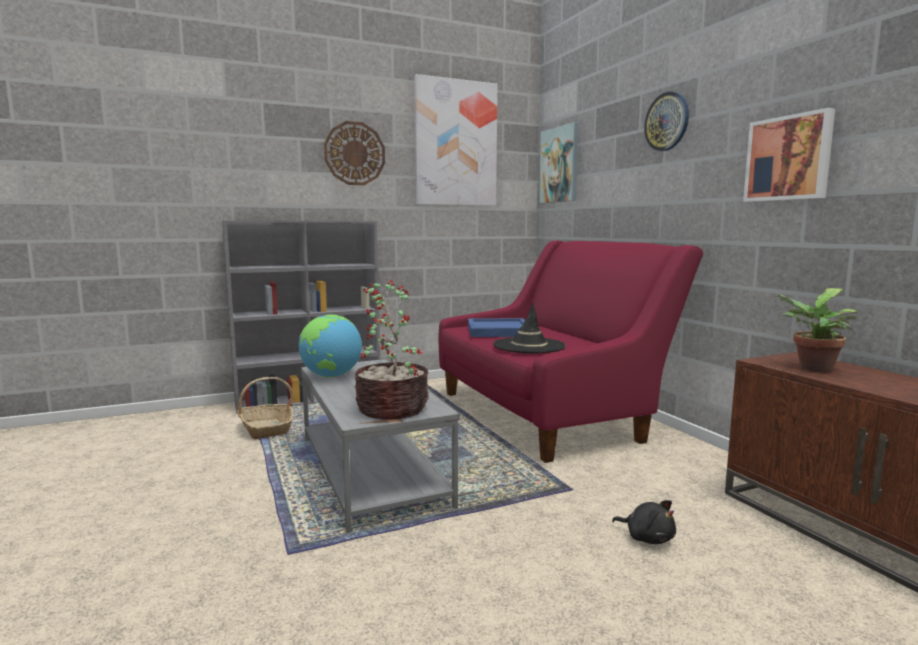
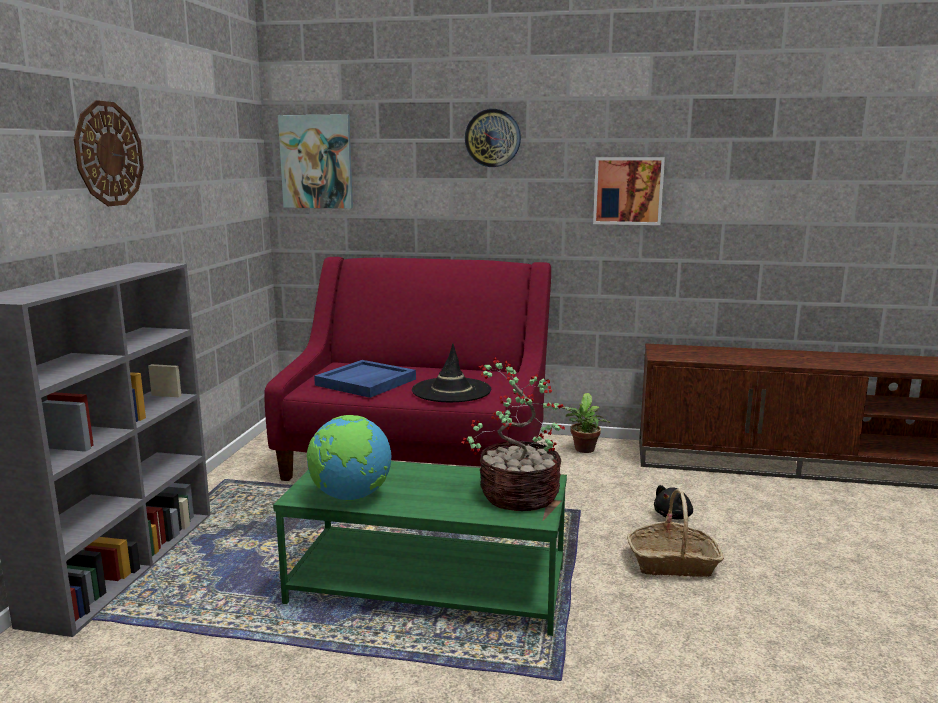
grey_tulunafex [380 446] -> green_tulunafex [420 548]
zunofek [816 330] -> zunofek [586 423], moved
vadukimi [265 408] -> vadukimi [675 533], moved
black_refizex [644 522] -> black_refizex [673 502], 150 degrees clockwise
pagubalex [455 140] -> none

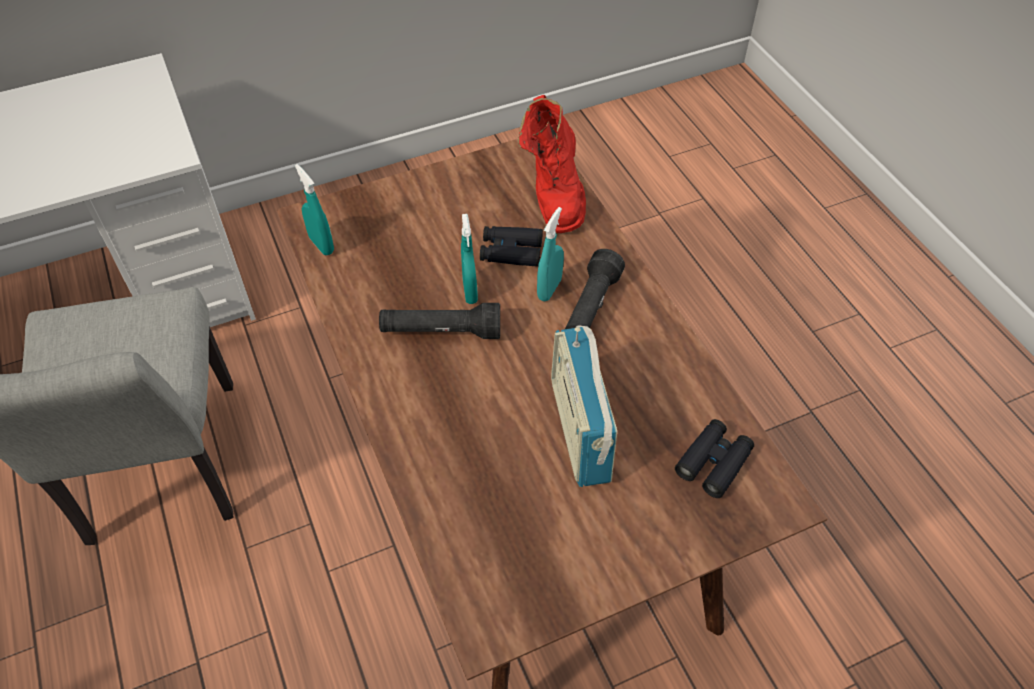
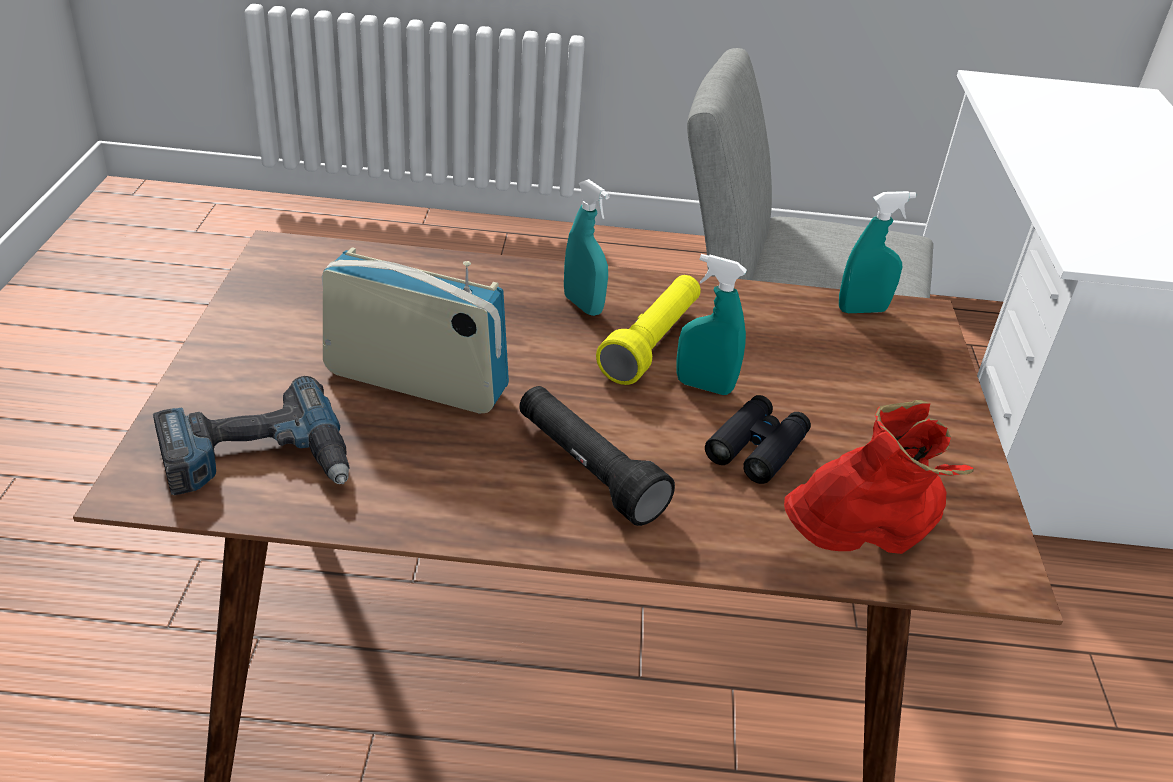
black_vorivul [714 458] -> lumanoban [251 435]
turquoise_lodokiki [550 254] -> turquoise_lodokiki [587 247], moved
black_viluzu [439 321] -> yellow_viluzu [648 330]
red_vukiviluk [552 164] -> red_vukiviluk [878 477], 120 degrees clockwise

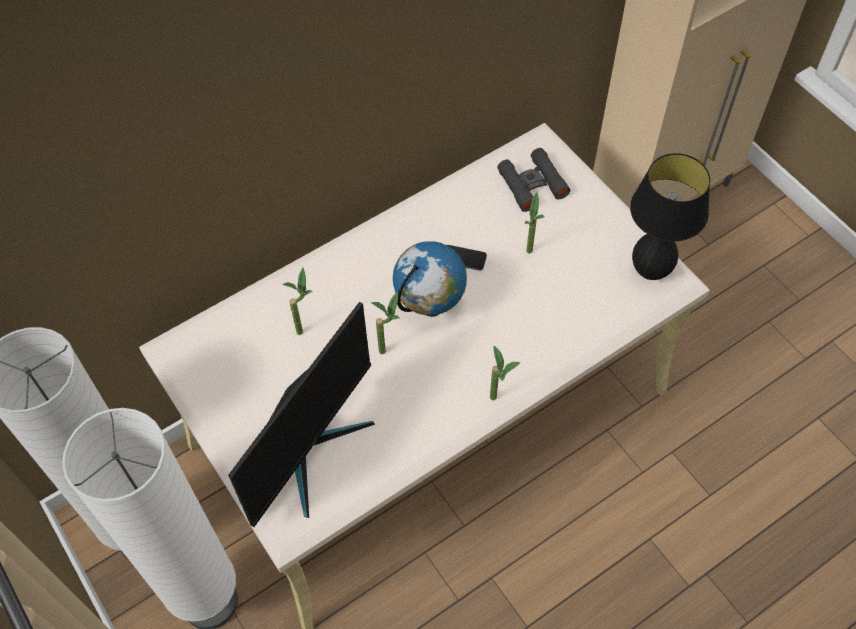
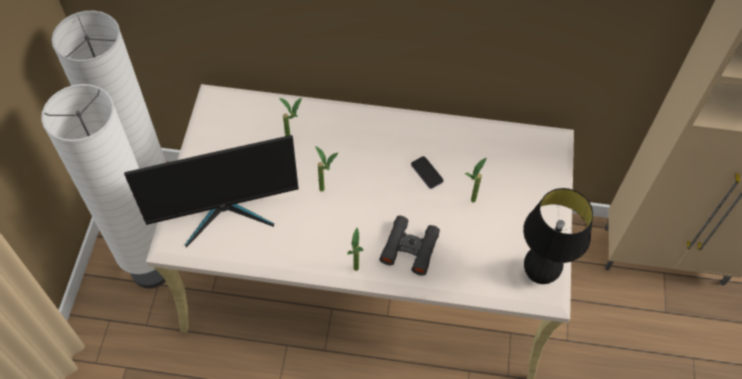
black_vorivul [533 180] -> black_vorivul [409 246], moved
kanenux [430 279] -> none

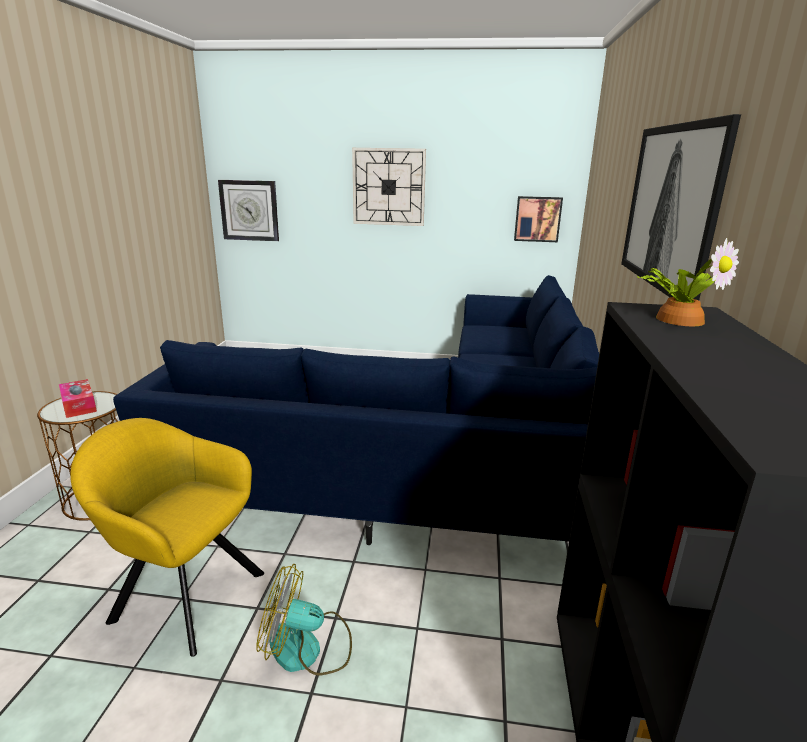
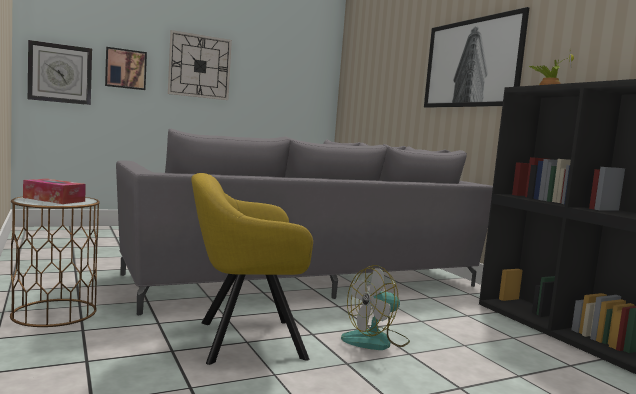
pagubalex [538 219] -> pagubalex [126 68], moved
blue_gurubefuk [356 410] -> grey_gurubefuk [304 222]

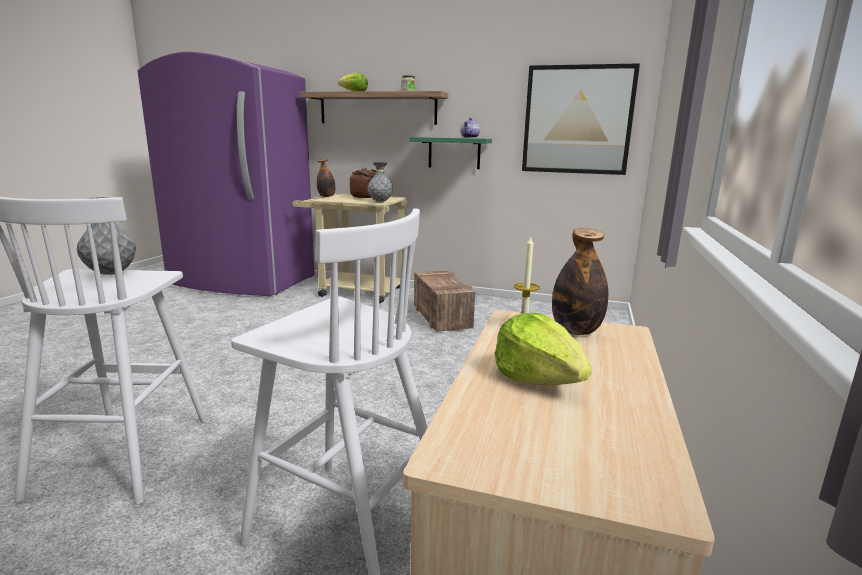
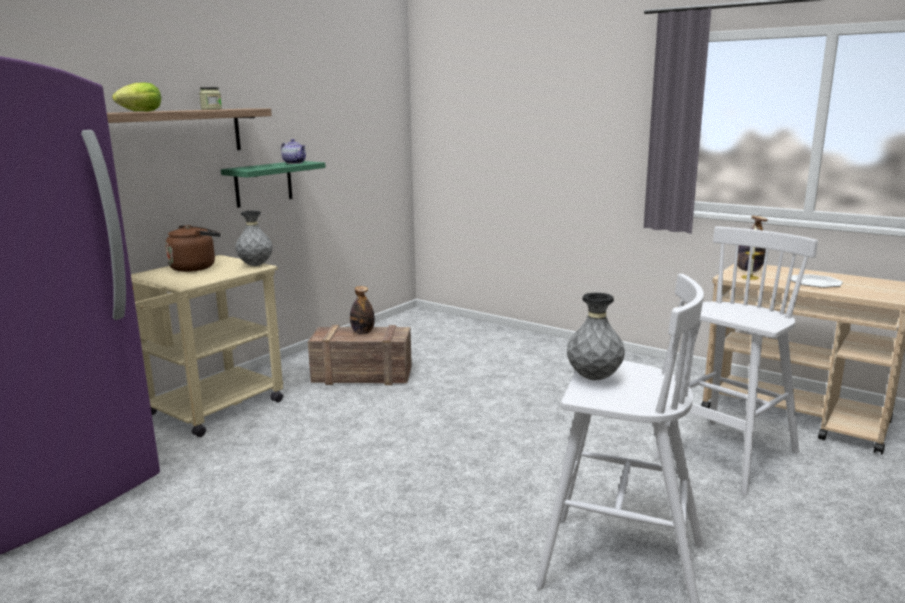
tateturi [326 178] -> tateturi [362 310], moved
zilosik [543 349] -> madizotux [817 281]
pagubalex [581 119] -> none

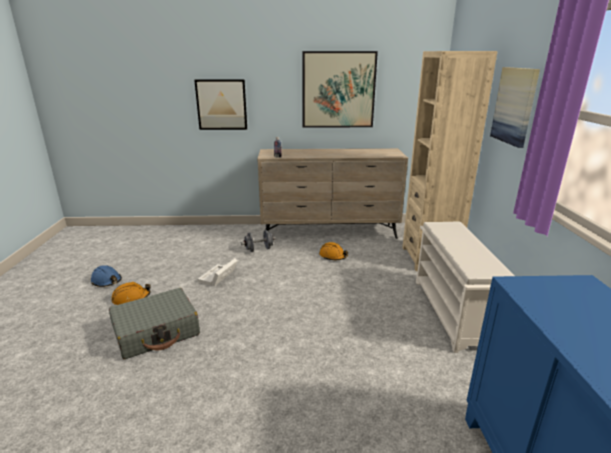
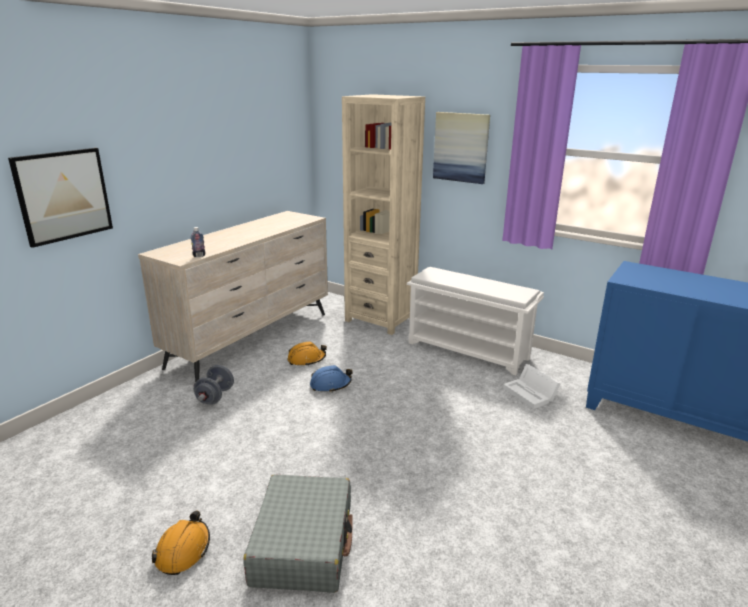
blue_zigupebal [106 276] -> blue_zigupebal [331 379], moved
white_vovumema [218 272] -> white_vovumema [532 386], moved
pagubalex [340 89] -> none

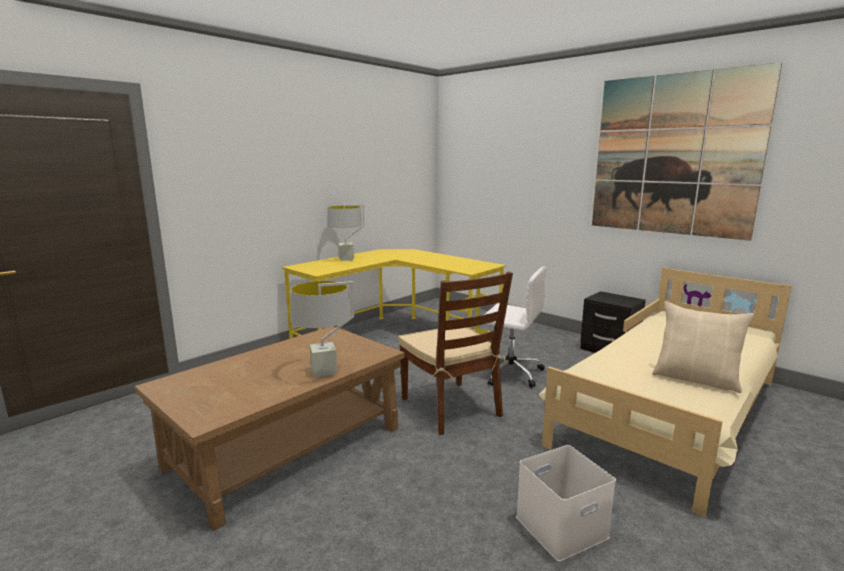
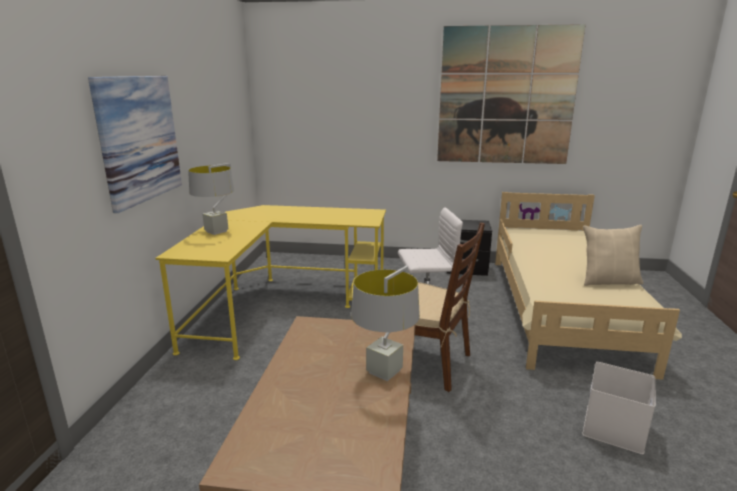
none -> pagubalex [135 144]

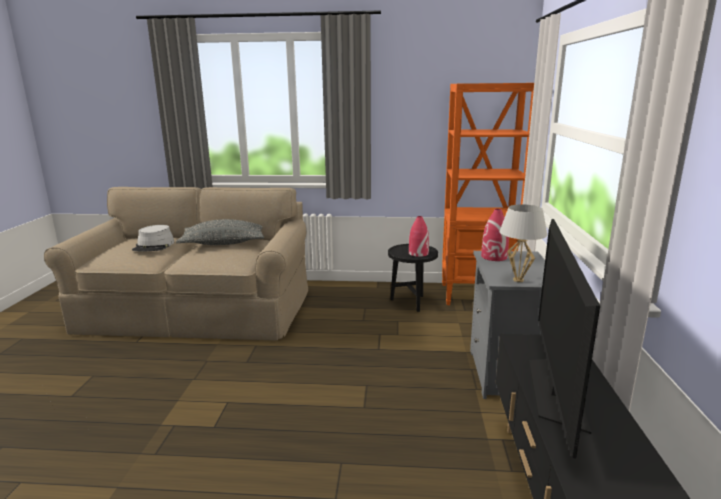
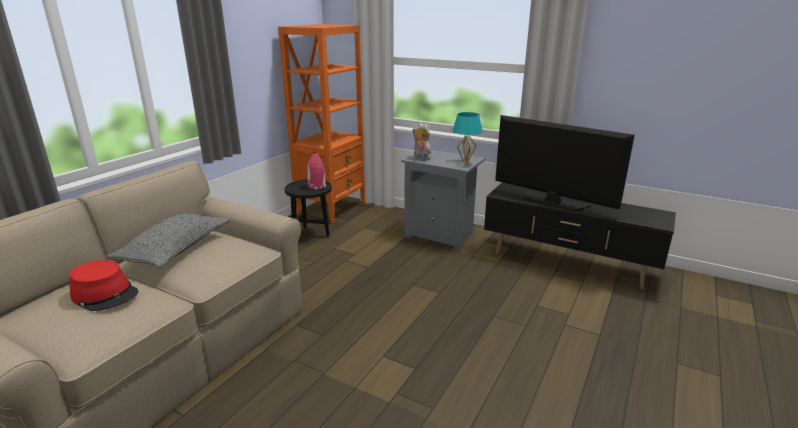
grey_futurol [153 238] -> red_futurol [103 285]
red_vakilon [495 235] -> refizex [421 141]
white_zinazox [523 243] -> turquoise_zinazox [467 138]

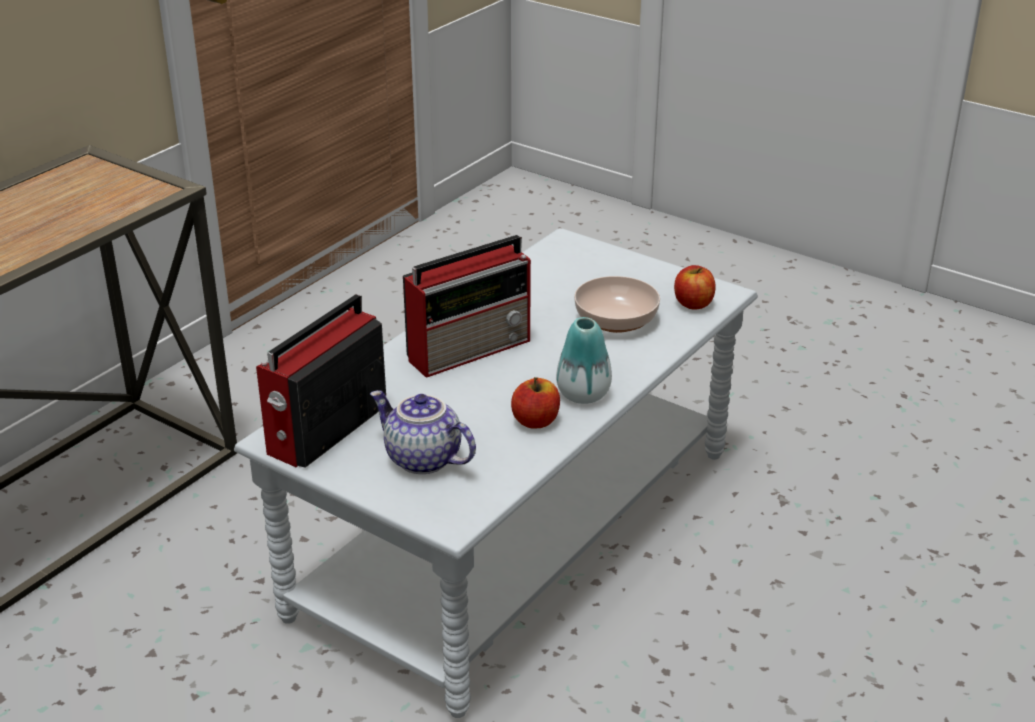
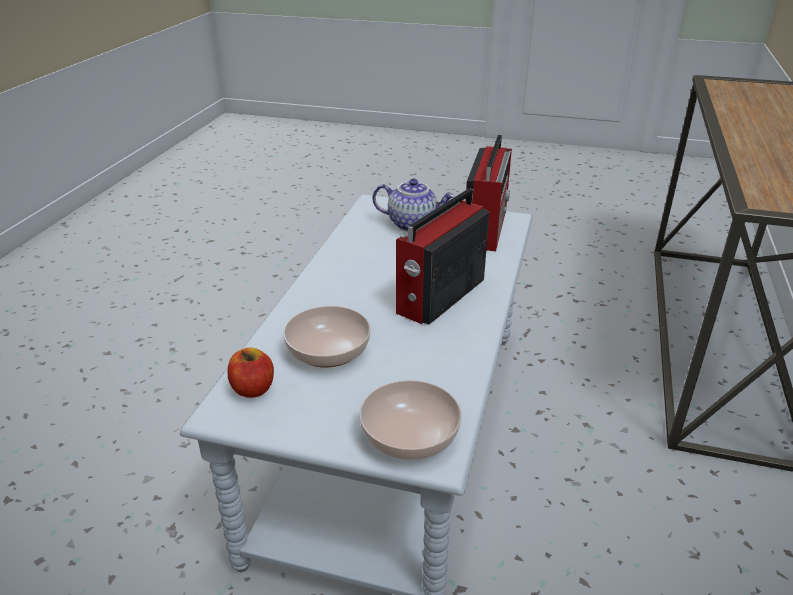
none -> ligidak [410 420]
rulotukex [535 402] -> none
vakilon [584 360] -> none

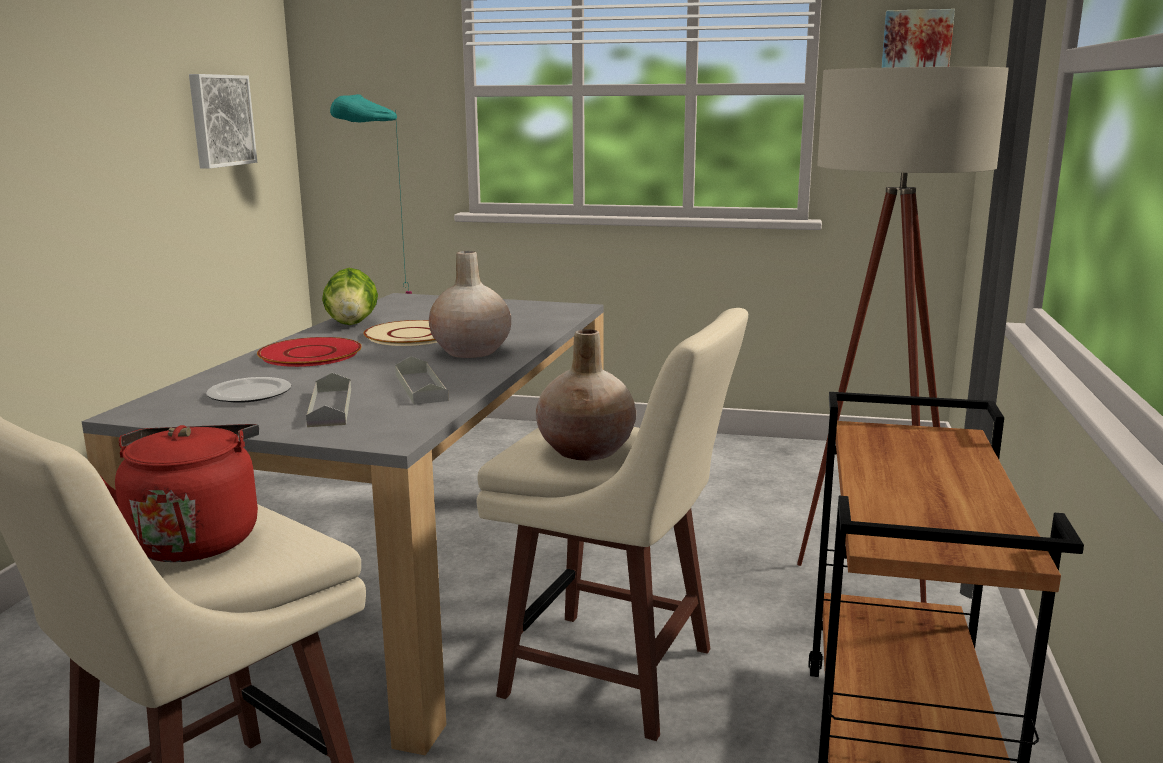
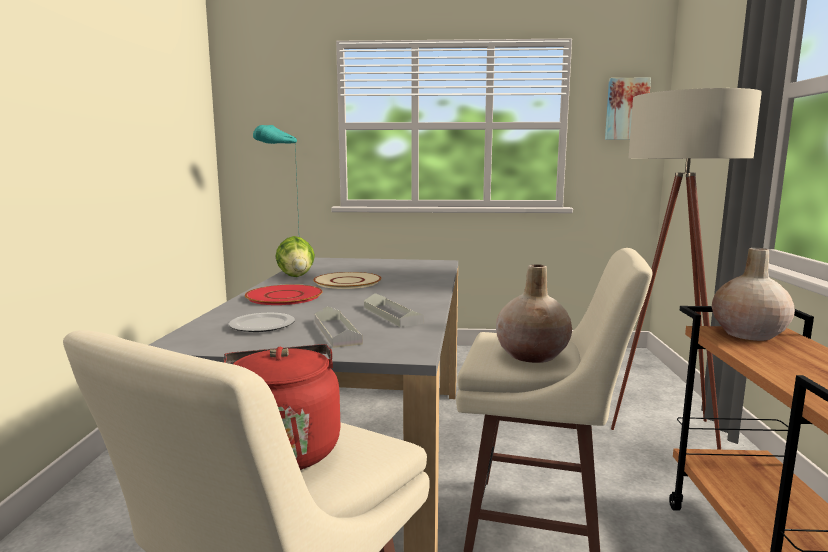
beige_vakilon [470 304] -> beige_vakilon [753 294], moved
pagubalex [223 121] -> none

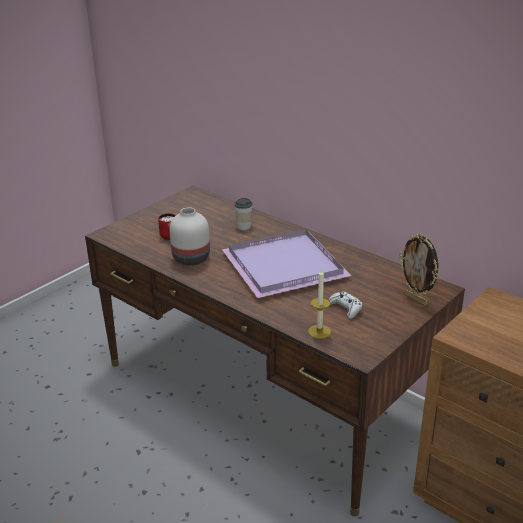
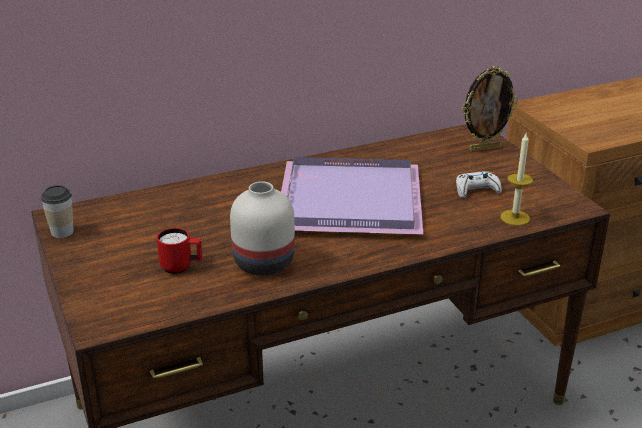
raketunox [243 214] -> raketunox [57 211], moved

